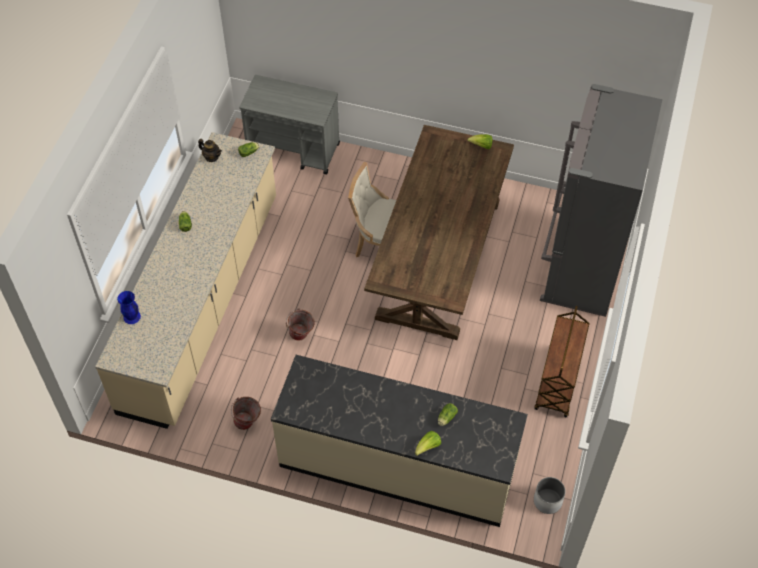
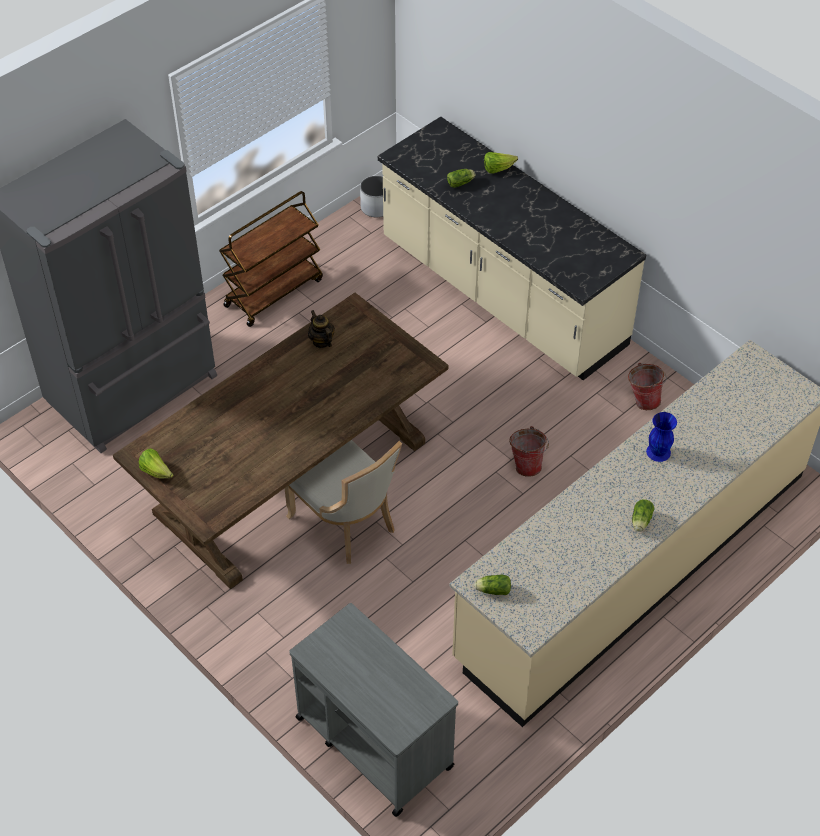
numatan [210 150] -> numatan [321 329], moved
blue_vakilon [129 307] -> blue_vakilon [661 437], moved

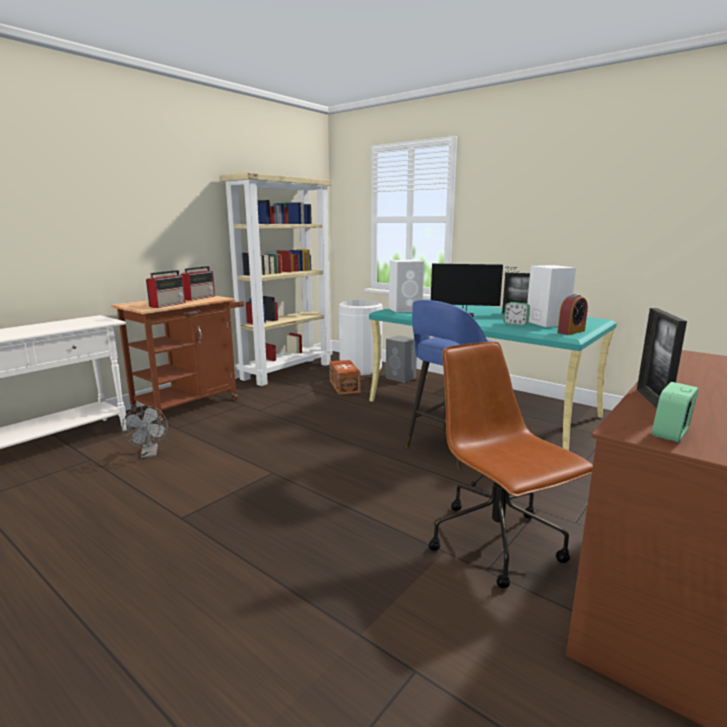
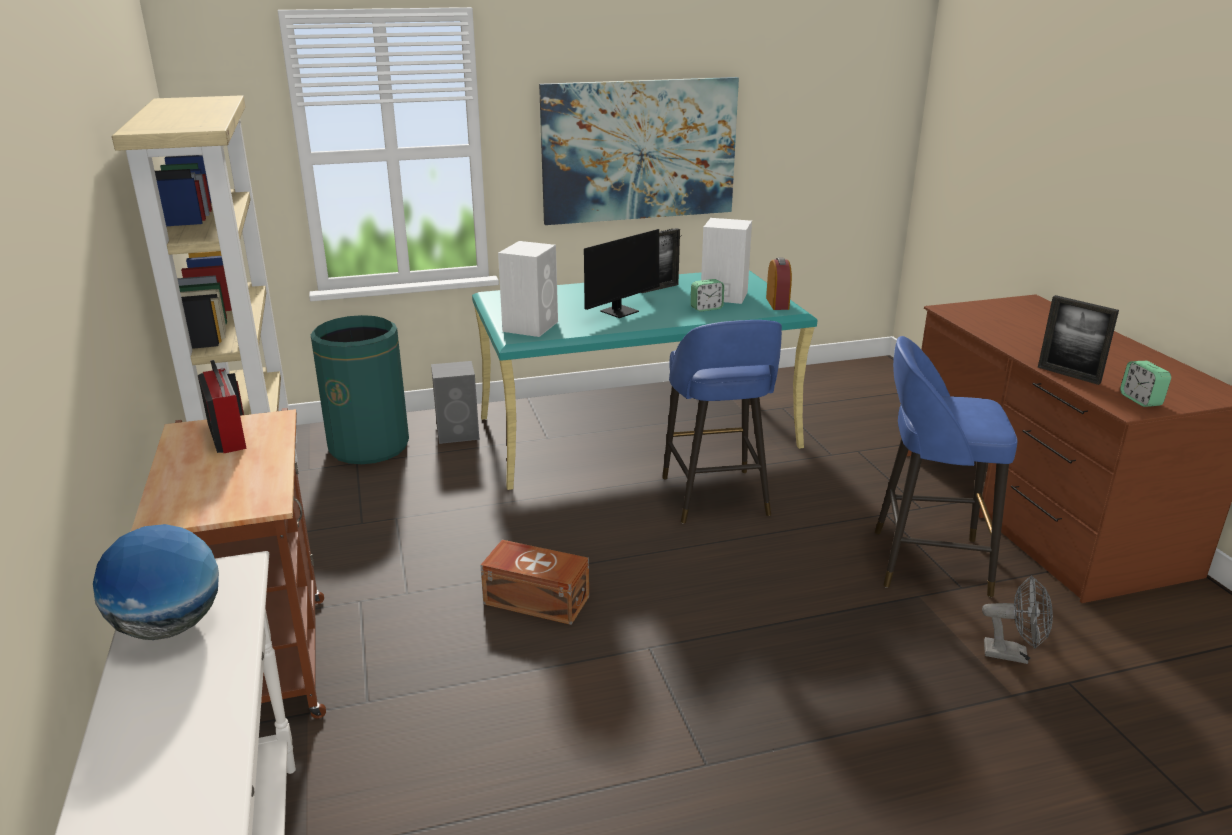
none -> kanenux [156 582]
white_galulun [361 337] -> green_galulun [360 389]
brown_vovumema [345 377] -> brown_vovumema [534 582], moved
none -> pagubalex [639 151]
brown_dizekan [511 465] -> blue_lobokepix [946 466]
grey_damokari [145 432] -> grey_damokari [1017 620], moved
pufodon [166 289] -> none

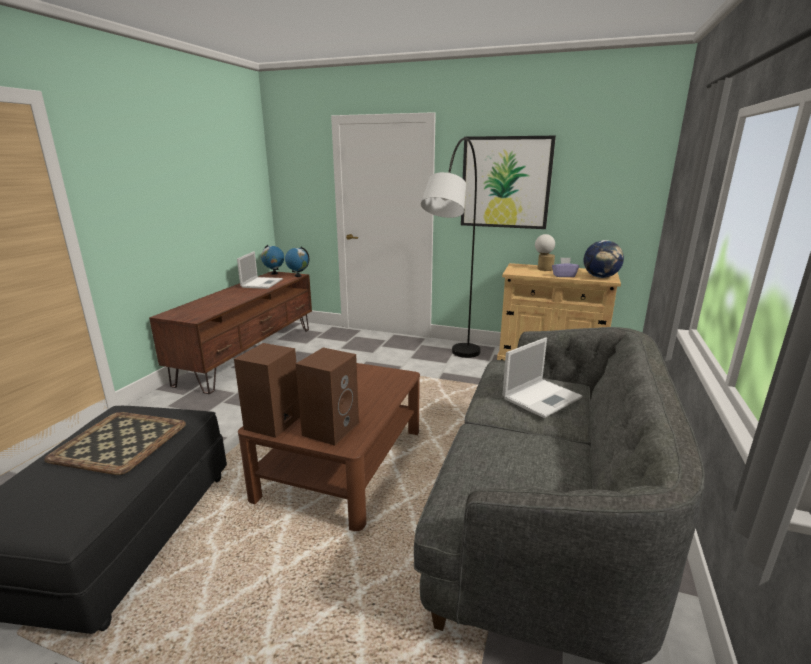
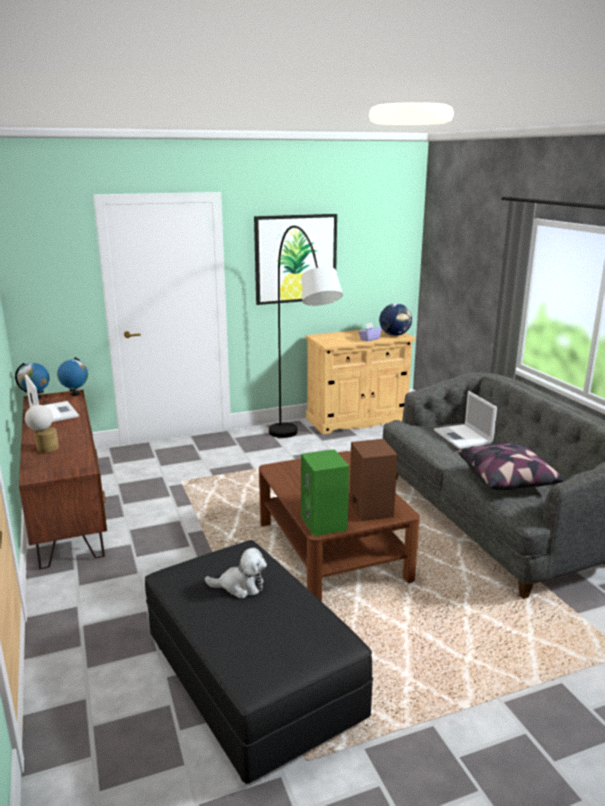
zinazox [545 252] -> zinazox [42 429], moved
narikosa [115 443] -> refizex [236 573]
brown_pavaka [267 390] -> green_pavaka [325 492]
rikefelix [542 378] -> rikefelix [465 420], 150 degrees clockwise
none -> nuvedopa [511 466]

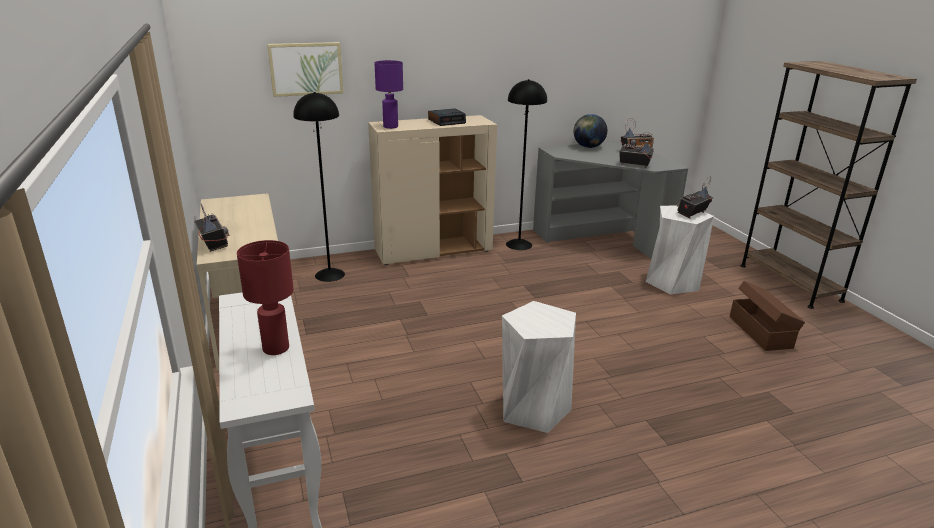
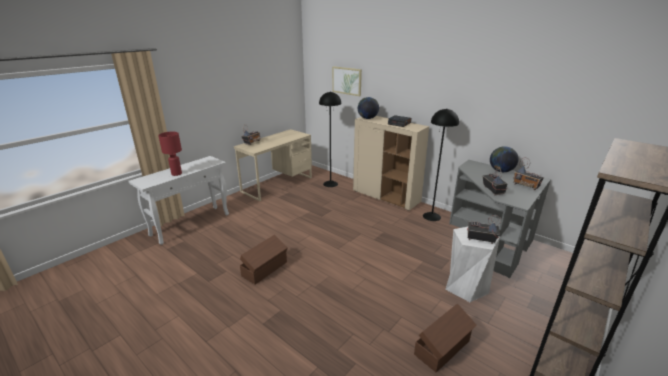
white_lobokepix [539 367] -> brown_vovumema [264 259]
purple_zinazox [388 94] -> kanenux [368 108]

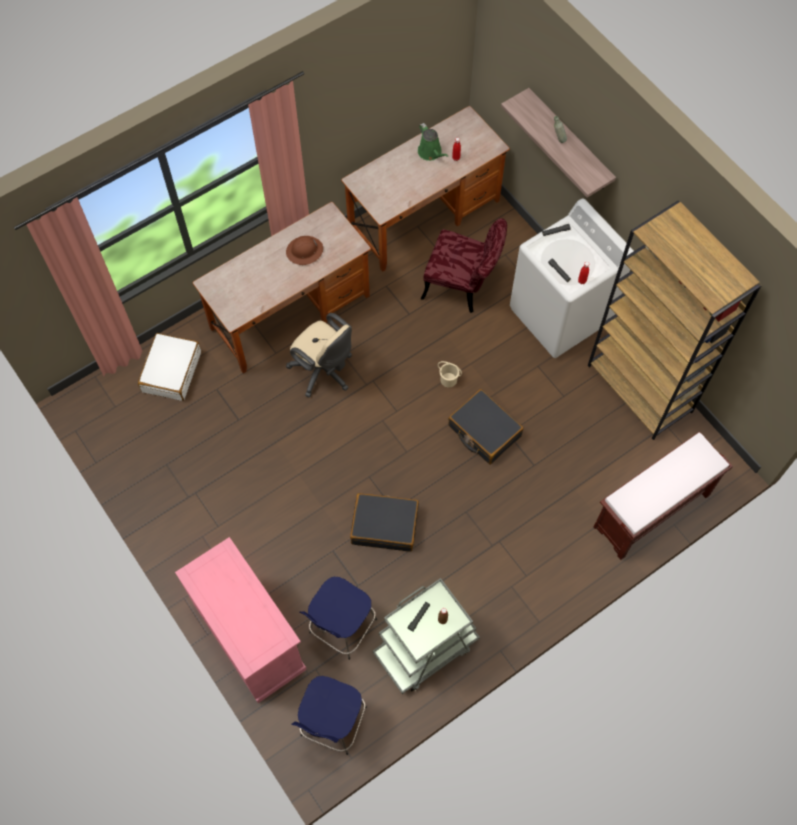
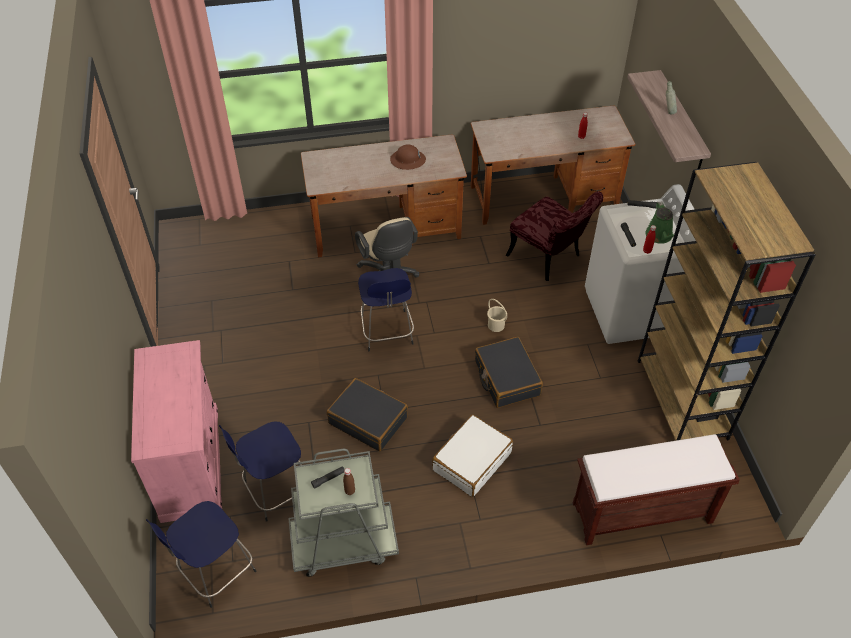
none -> blue_lobokepix [386 309]
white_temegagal [169 367] -> white_temegagal [472 456], moved
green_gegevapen [433 142] -> green_gegevapen [659 223], moved

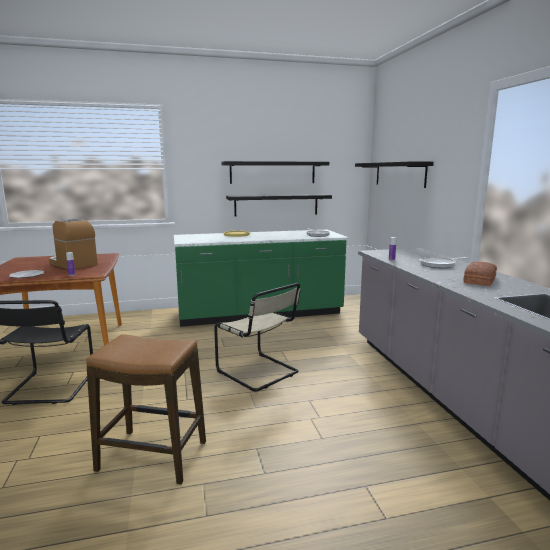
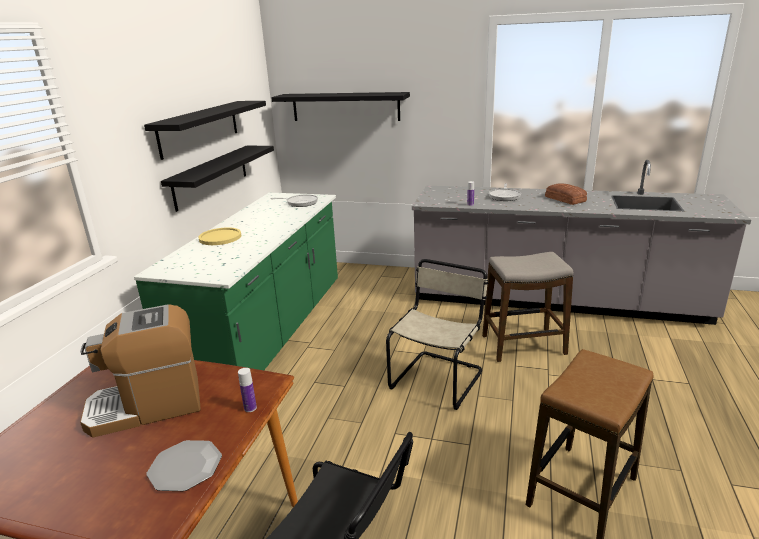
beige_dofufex [257 337] -> beige_dofufex [437 334], 45 degrees counterclockwise
none -> lobokepix [527 307]

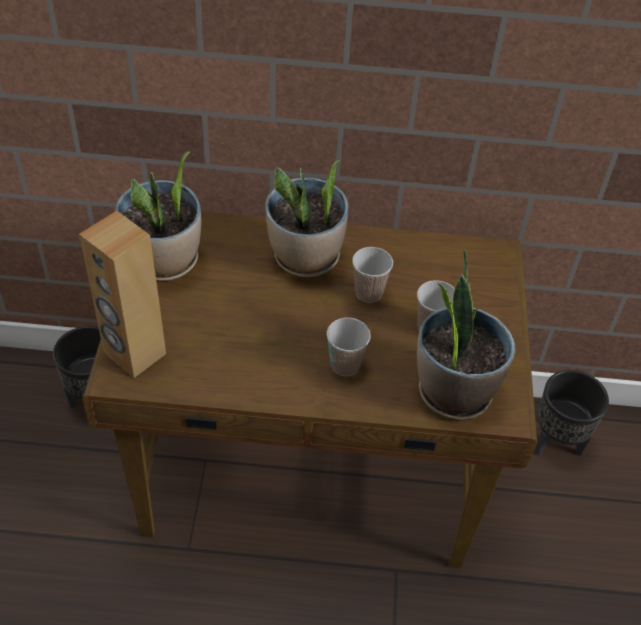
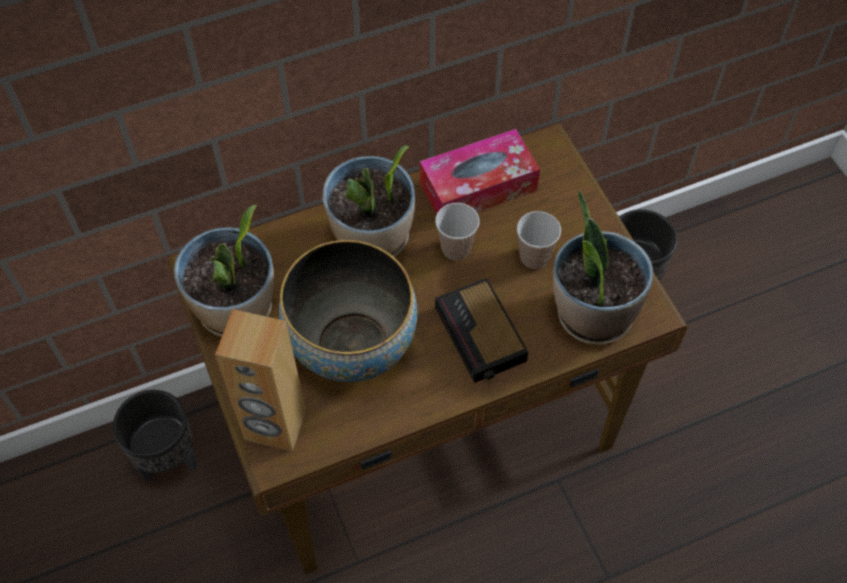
none -> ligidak [348 311]
none -> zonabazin [480 172]
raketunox [349 347] -> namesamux [481 330]

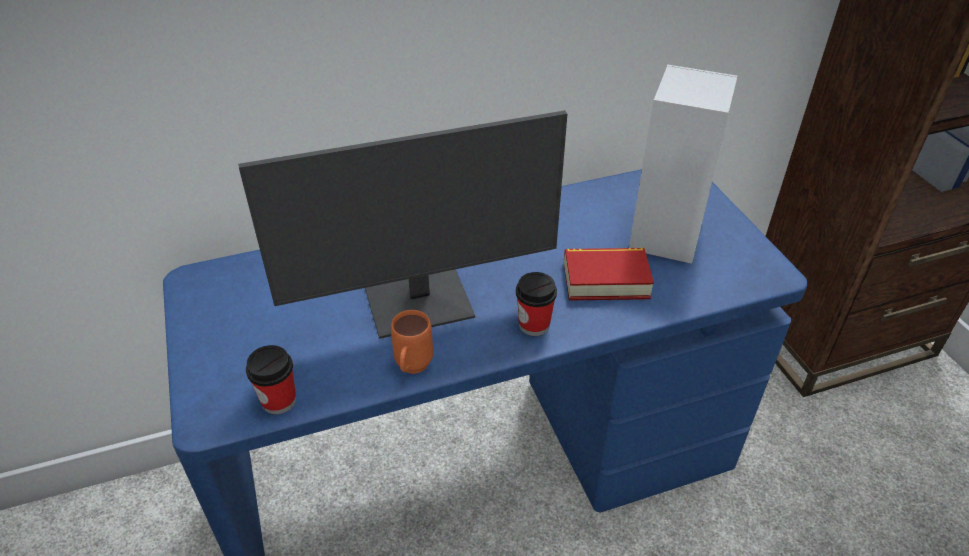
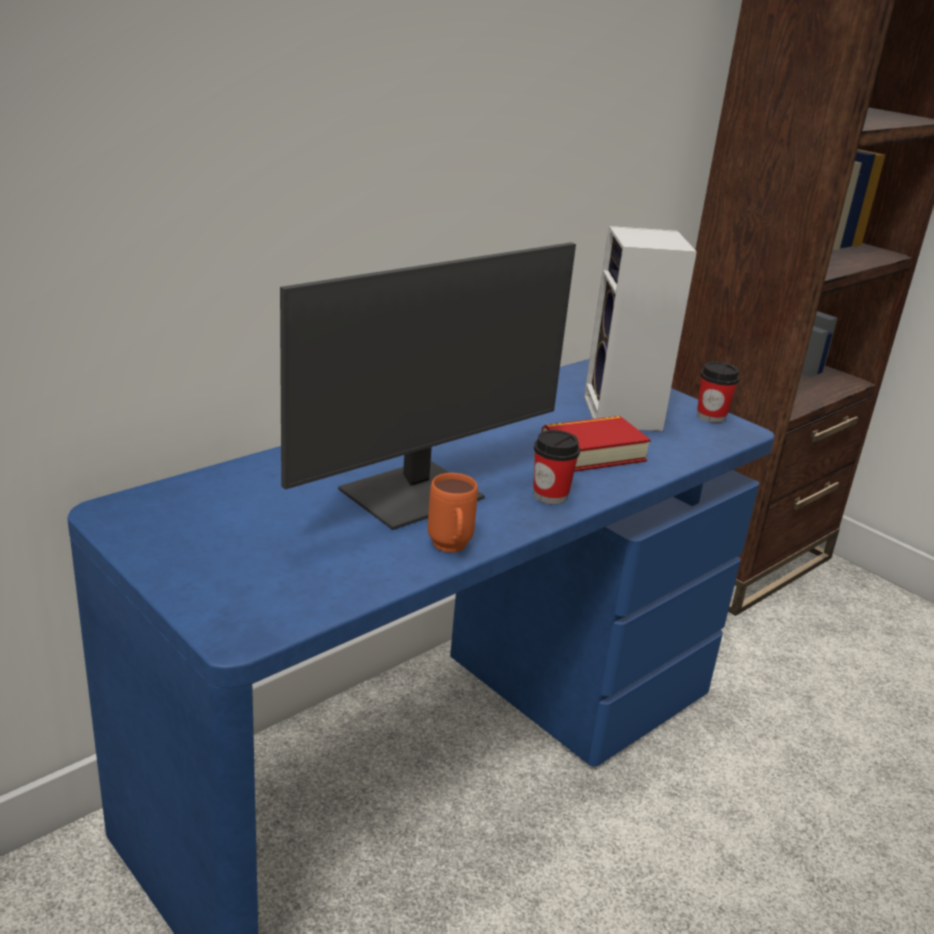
raketunox [271 380] -> raketunox [718 392], moved

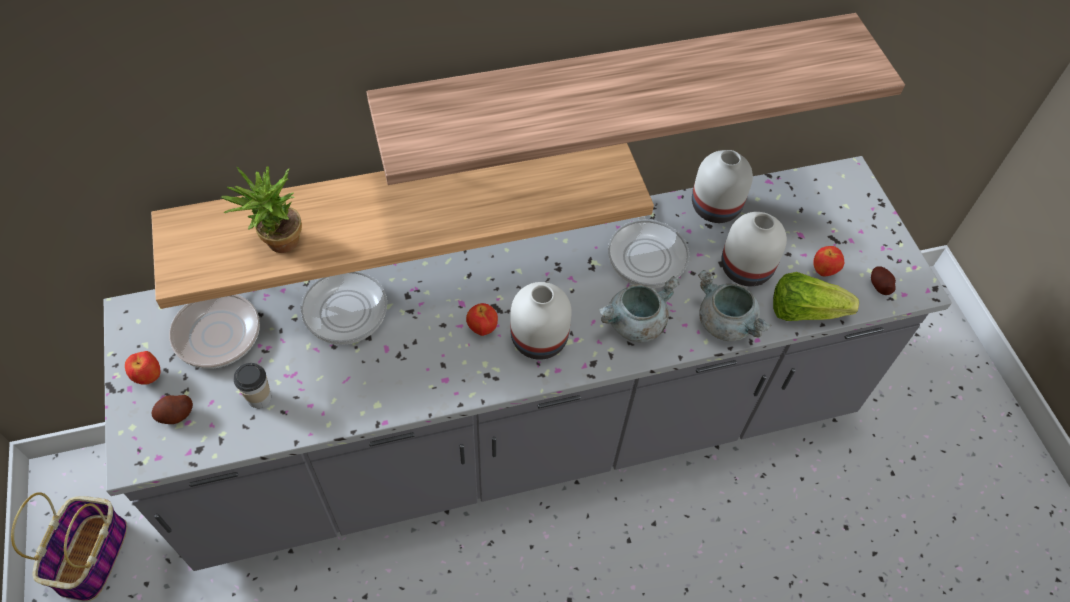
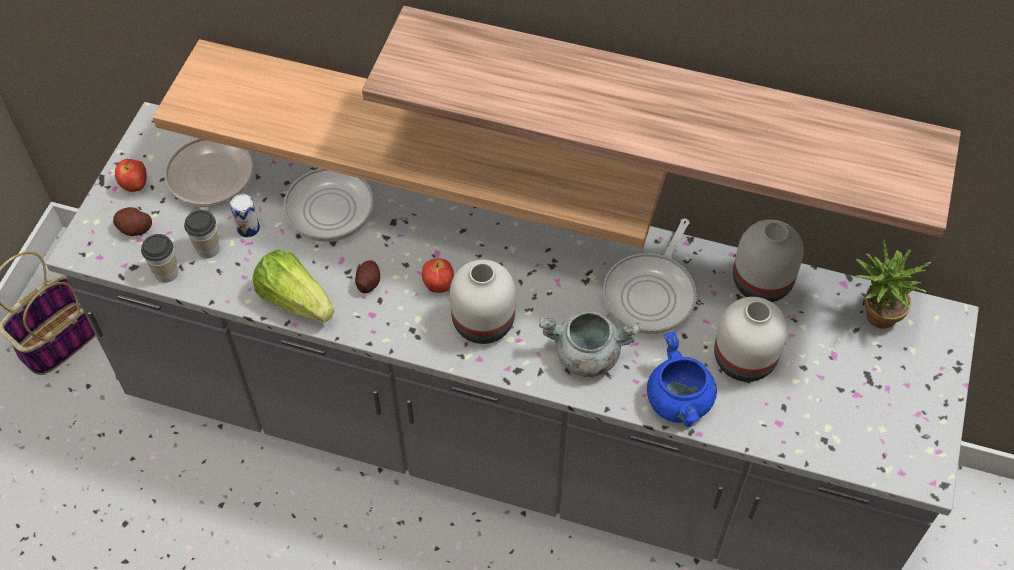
none -> raketunox [159 258]
none -> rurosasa [245 215]
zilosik [816 296] -> zilosik [293 285], moved
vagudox [883 280] -> vagudox [367 276], moved
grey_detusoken [734 305] -> blue_detusoken [682 379]
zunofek [261 209] -> zunofek [893 284], moved
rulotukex [828 261] -> none

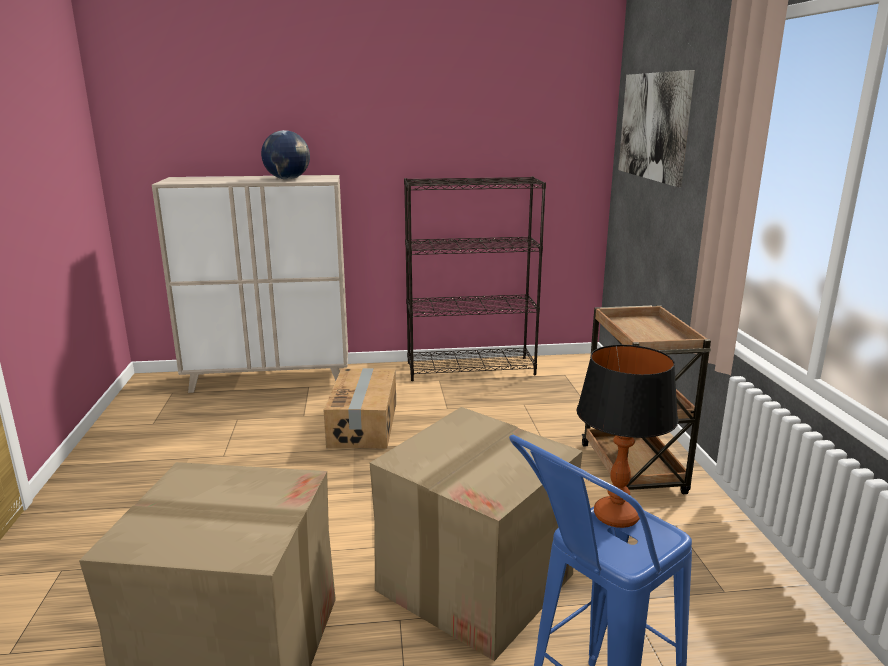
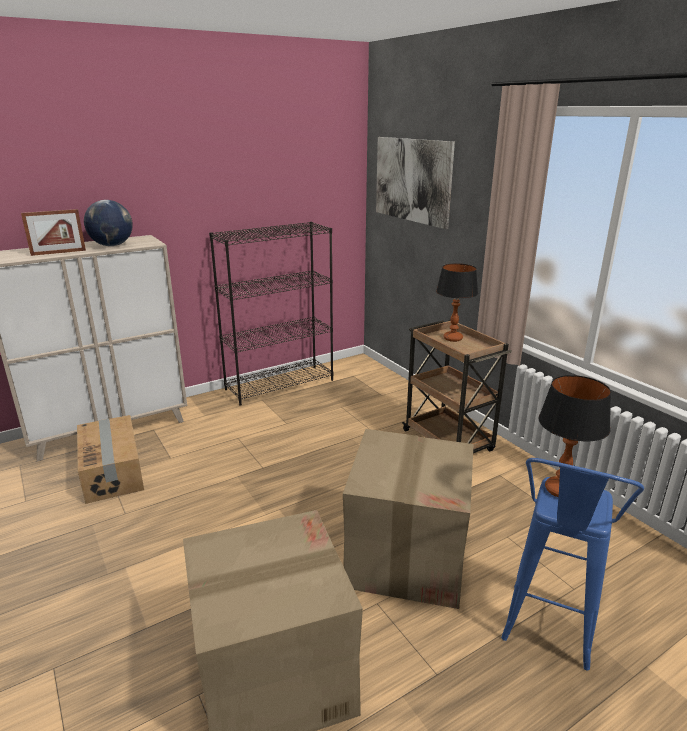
none -> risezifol [53 232]
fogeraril [359 408] -> fogeraril [110 459], moved
none -> zinazox [457 302]

